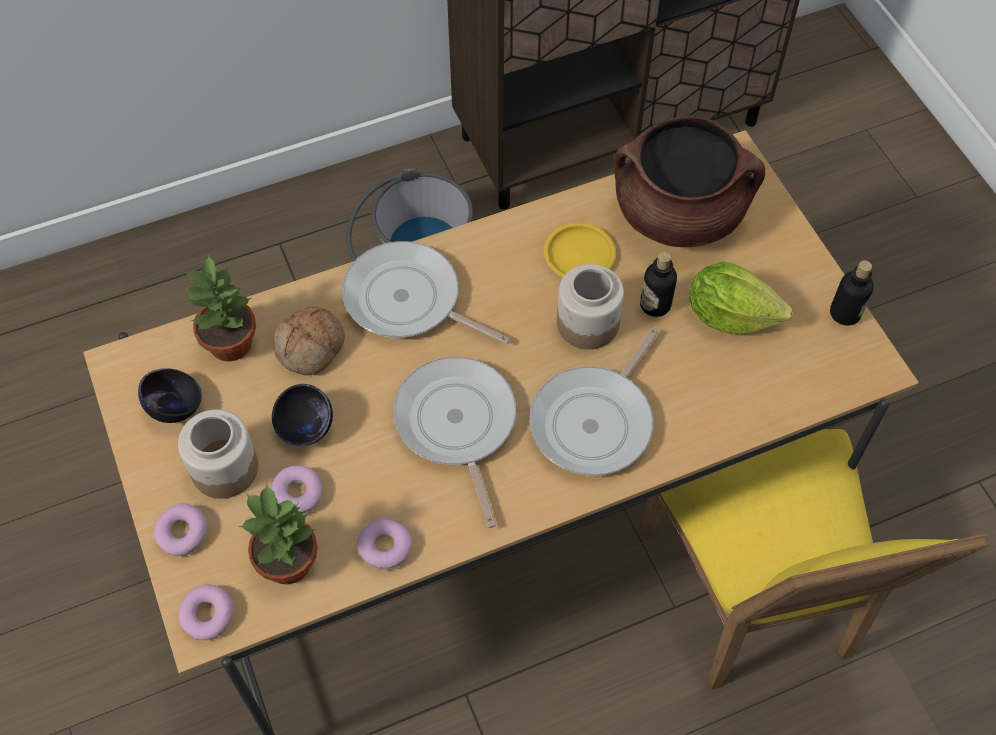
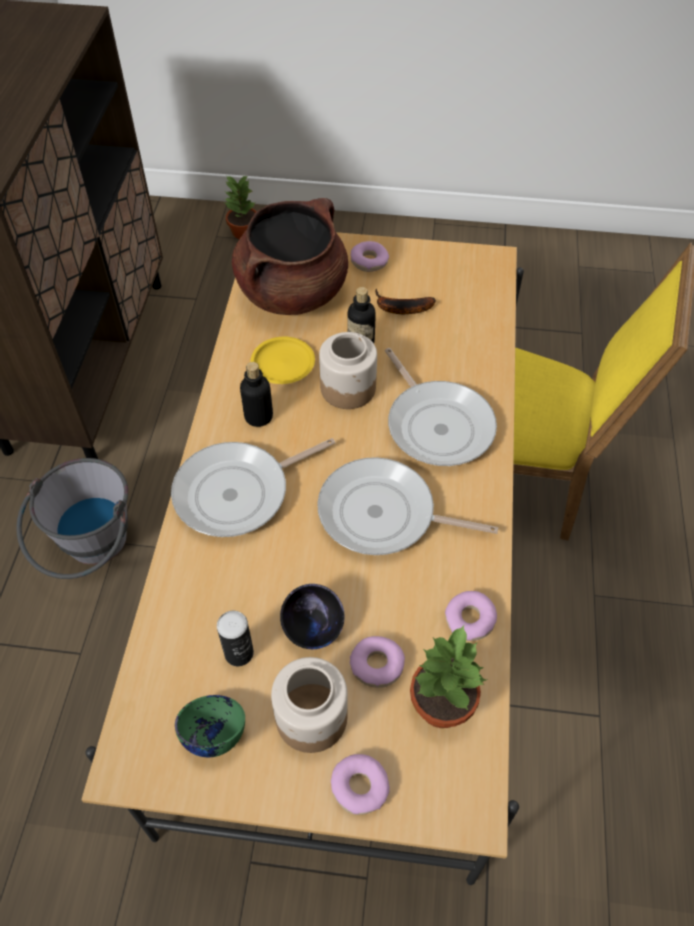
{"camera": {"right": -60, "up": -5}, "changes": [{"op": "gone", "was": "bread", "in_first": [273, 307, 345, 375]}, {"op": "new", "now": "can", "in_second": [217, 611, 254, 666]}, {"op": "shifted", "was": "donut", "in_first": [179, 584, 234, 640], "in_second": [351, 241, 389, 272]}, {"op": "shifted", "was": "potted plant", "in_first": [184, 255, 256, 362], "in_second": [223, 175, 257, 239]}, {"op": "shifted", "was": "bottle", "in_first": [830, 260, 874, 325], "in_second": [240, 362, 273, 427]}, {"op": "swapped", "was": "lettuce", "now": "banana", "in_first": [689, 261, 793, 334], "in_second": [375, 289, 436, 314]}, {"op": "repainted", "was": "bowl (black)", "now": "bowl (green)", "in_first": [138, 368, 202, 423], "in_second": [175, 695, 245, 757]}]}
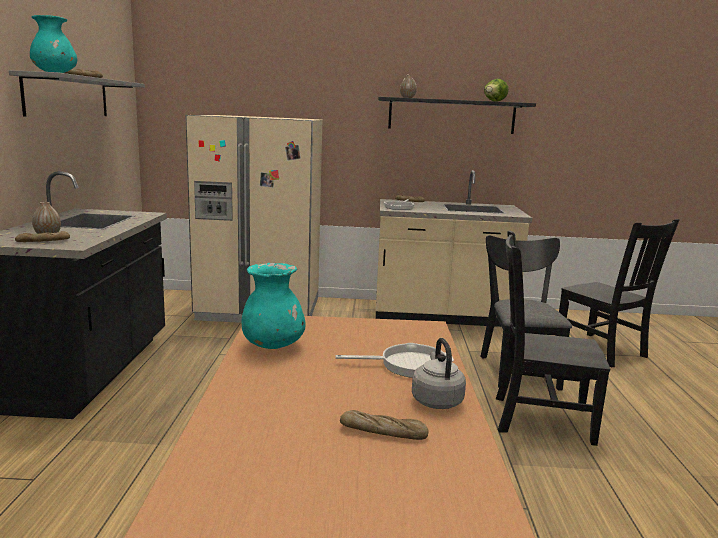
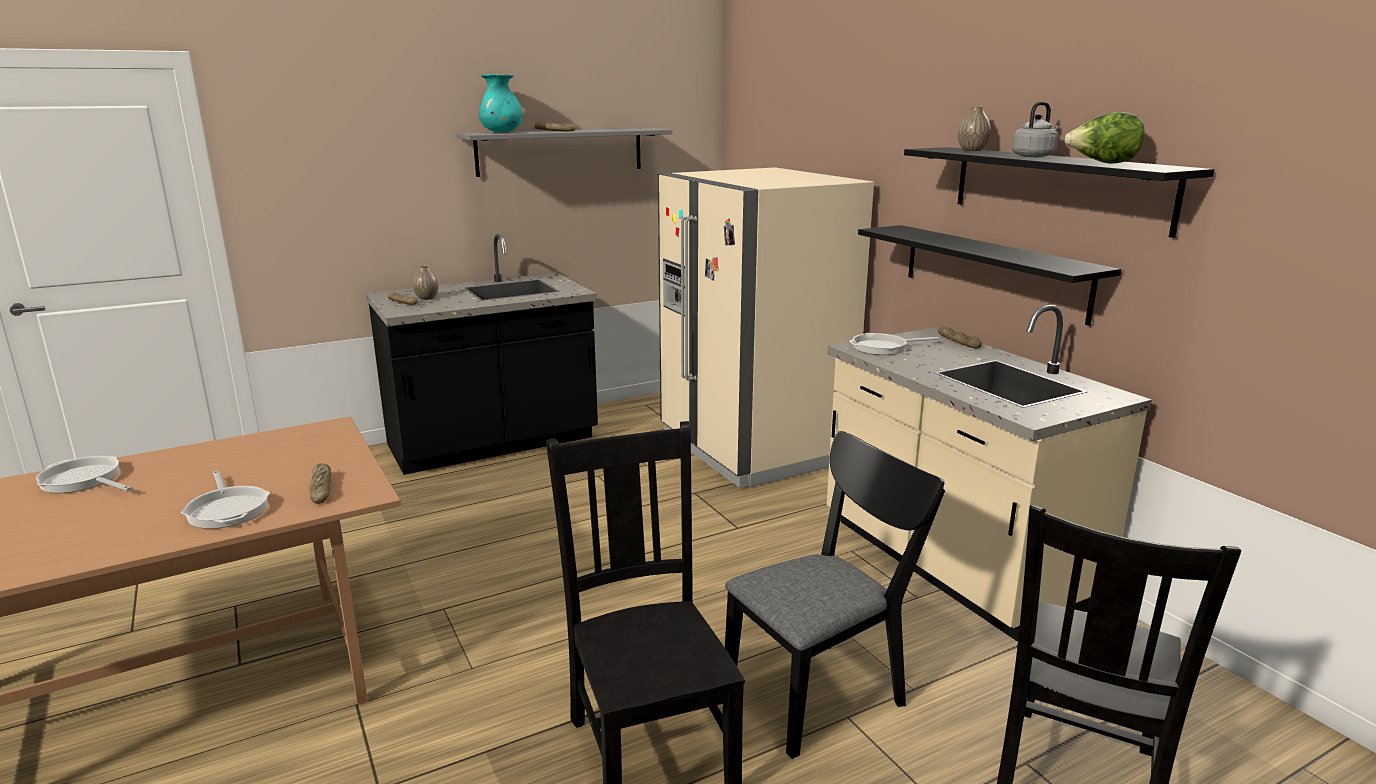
{"camera": {"right": 60, "up": 5}, "changes": [{"op": "gone", "was": "vase (turquoise)", "in_first": [242, 263, 306, 349]}, {"op": "new", "now": "frying pan", "in_second": [36, 456, 132, 493]}, {"op": "new", "now": "shelf (black)", "in_second": [858, 225, 1121, 326]}, {"op": "shifted", "was": "bread", "in_first": [340, 410, 428, 440], "in_second": [310, 463, 331, 504]}, {"op": "shifted", "was": "kettle (grey)", "in_first": [412, 338, 466, 409], "in_second": [1012, 102, 1059, 157]}]}
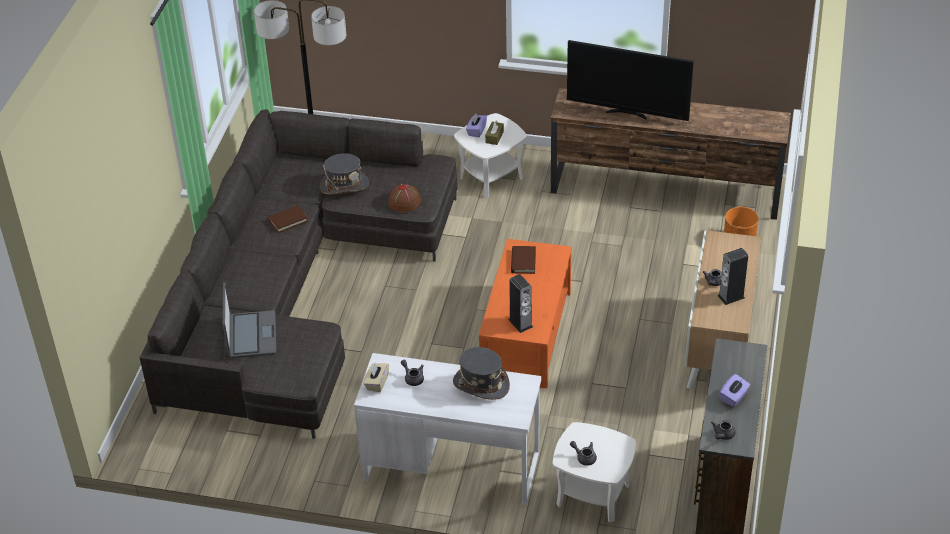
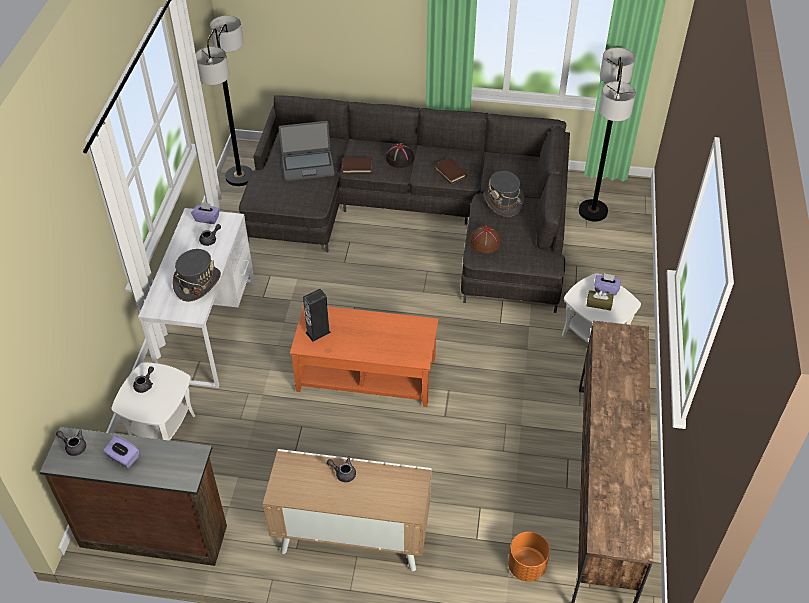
{"camera": {"right": 85, "up": 5}, "changes": [{"op": "gone", "was": "television", "in_first": [567, 40, 694, 121]}, {"op": "gone", "was": "speaker", "in_first": [718, 248, 748, 305]}, {"op": "new", "now": "floor lamp", "in_second": [196, 15, 253, 186]}, {"op": "new", "now": "hat (black)", "in_second": [386, 143, 415, 168]}, {"op": "shifted", "was": "book (brown)", "in_first": [511, 246, 536, 274], "in_second": [342, 157, 372, 174]}, {"op": "repainted", "was": "tissue box (beige)", "now": "tissue box (purple)", "in_first": [363, 363, 389, 392], "in_second": [191, 202, 220, 224]}]}
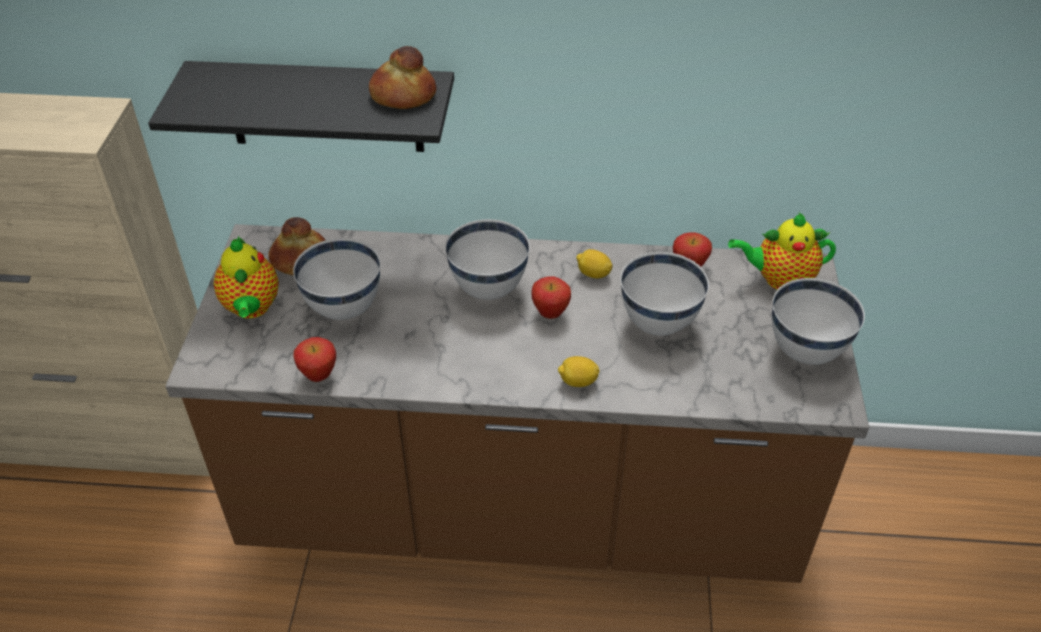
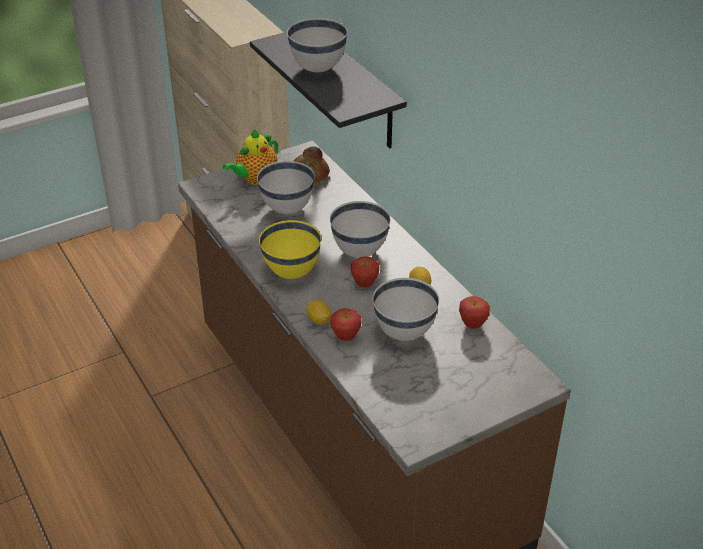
{"camera": {"right": 55, "up": -5}, "changes": [{"op": "gone", "was": "bread", "in_first": [369, 46, 437, 109]}, {"op": "gone", "was": "teapot", "in_first": [728, 213, 836, 290]}, {"op": "new", "now": "bowl (yellow)", "in_second": [259, 220, 321, 279]}, {"op": "shifted", "was": "apple", "in_first": [293, 337, 336, 382], "in_second": [330, 308, 362, 341]}, {"op": "shifted", "was": "bowl (white)", "in_first": [772, 278, 865, 365], "in_second": [287, 18, 347, 72]}]}
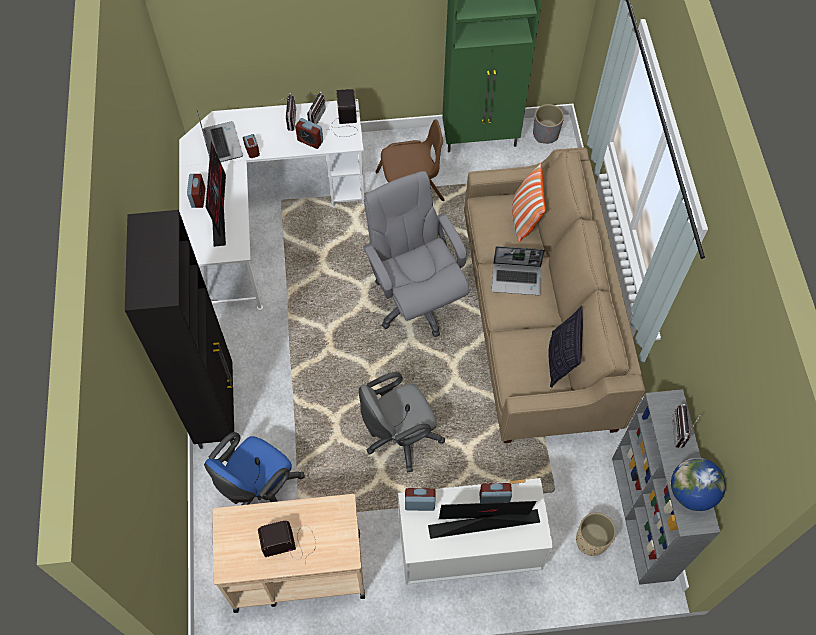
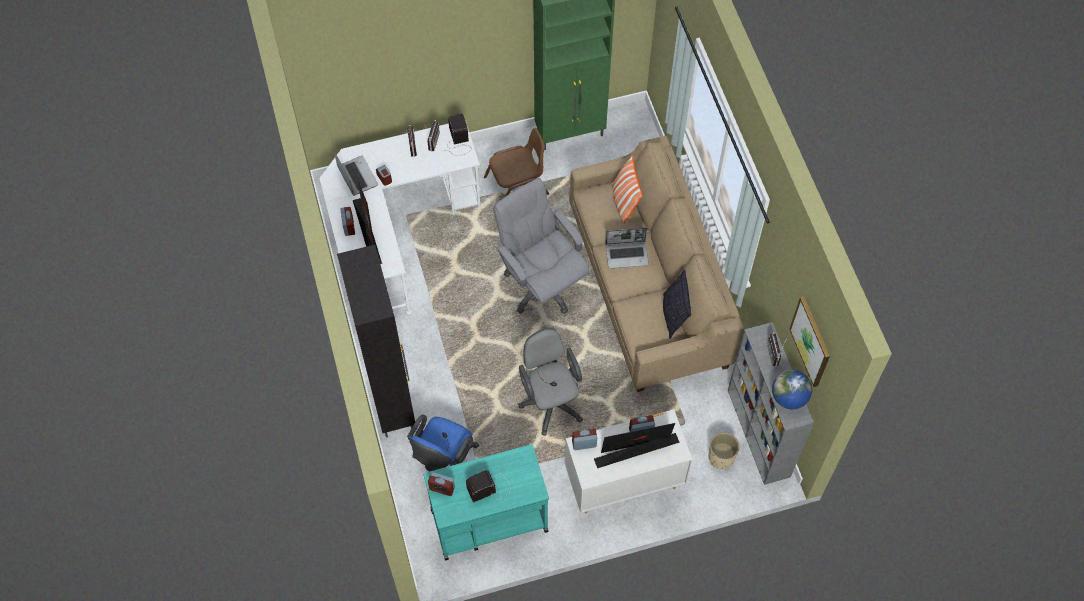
{"camera": {"right": -10, "up": 0}, "changes": [{"op": "gone", "was": "planter (grey)", "in_first": [533, 104, 564, 144]}, {"op": "new", "now": "picture", "in_second": [790, 296, 830, 387]}, {"op": "shifted", "was": "alarm clock", "in_first": [295, 118, 323, 149], "in_second": [428, 472, 455, 496]}, {"op": "repainted", "was": "cart (beige)", "now": "cart (turquoise)", "in_first": [212, 494, 365, 613], "in_second": [424, 444, 549, 560]}, {"op": "rotated", "was": "office chair (grey)", "in_first": [359, 372, 445, 472], "in_second": [519, 328, 583, 436], "clockwise": 105}]}
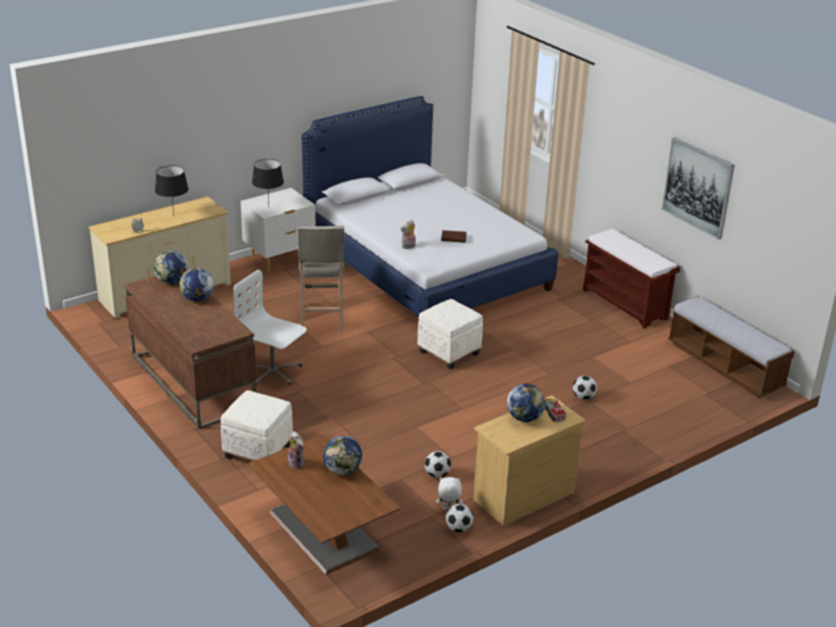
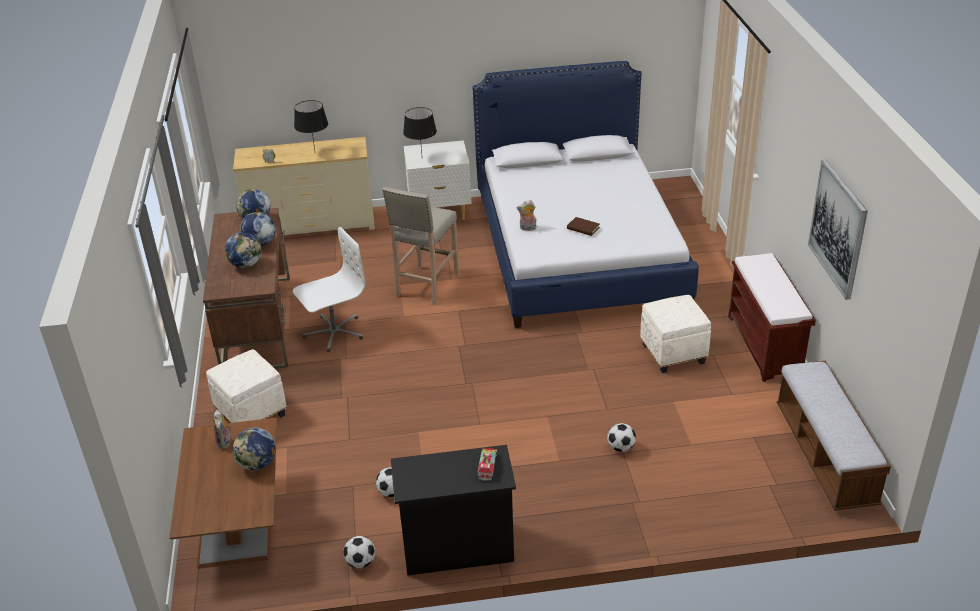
{"camera": {"right": 30, "up": 5}, "changes": [{"op": "gone", "was": "plush toy (white)", "in_first": [436, 477, 462, 510]}, {"op": "shifted", "was": "ottoman (white)", "in_first": [418, 299, 483, 370], "in_second": [640, 295, 711, 373]}, {"op": "shifted", "was": "globe", "in_first": [507, 384, 546, 422], "in_second": [225, 232, 261, 268]}, {"op": "repainted", "was": "dresser (beige)", "now": "dresser (black)", "in_first": [473, 395, 586, 526], "in_second": [391, 445, 516, 576]}, {"op": "rotated", "was": "office chair (white)", "in_first": [233, 270, 306, 386], "in_second": [293, 227, 365, 352], "clockwise": 90}]}
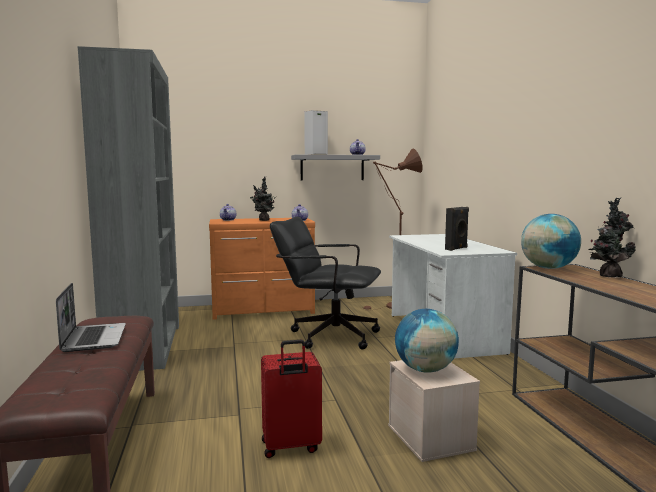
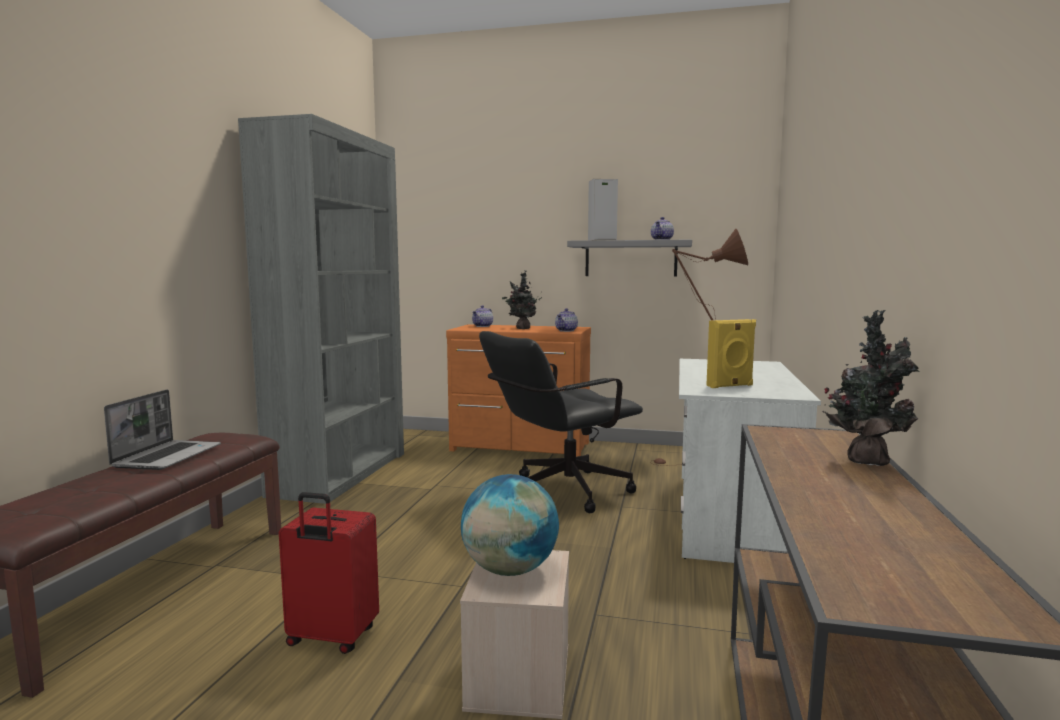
{"camera": {"right": 25, "up": 0}, "changes": [{"op": "gone", "was": "globe", "in_first": [521, 214, 581, 269]}, {"op": "repainted", "was": "speaker (black)", "now": "speaker (yellow)", "in_first": [445, 207, 469, 251], "in_second": [706, 319, 756, 388]}, {"op": "rotated", "was": "office chair (black)", "in_first": [270, 216, 381, 349], "in_second": [479, 331, 643, 513], "clockwise": -75}]}
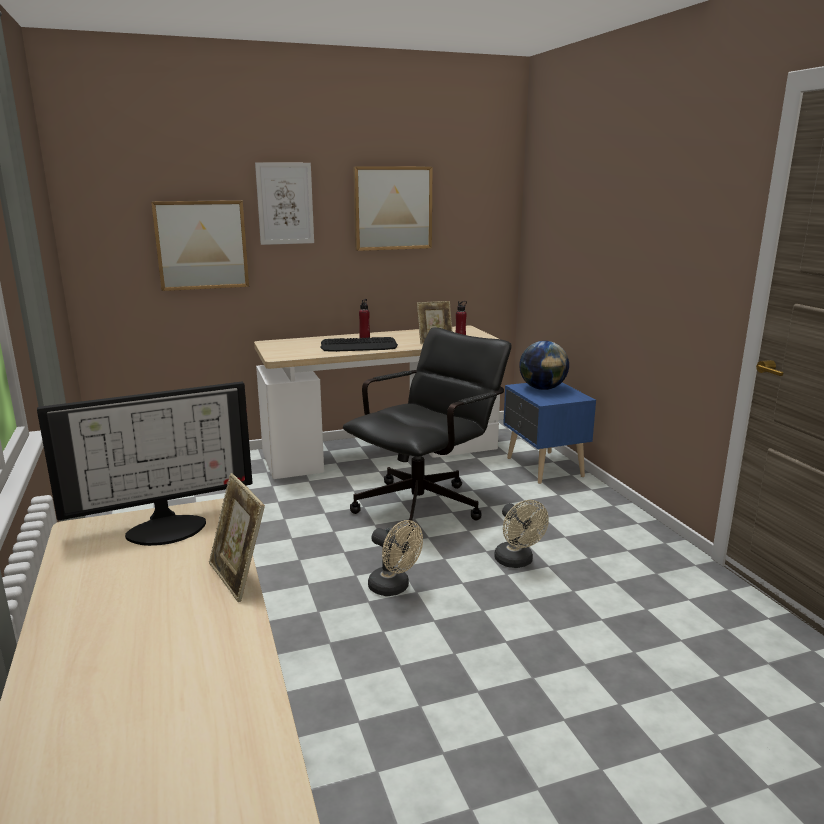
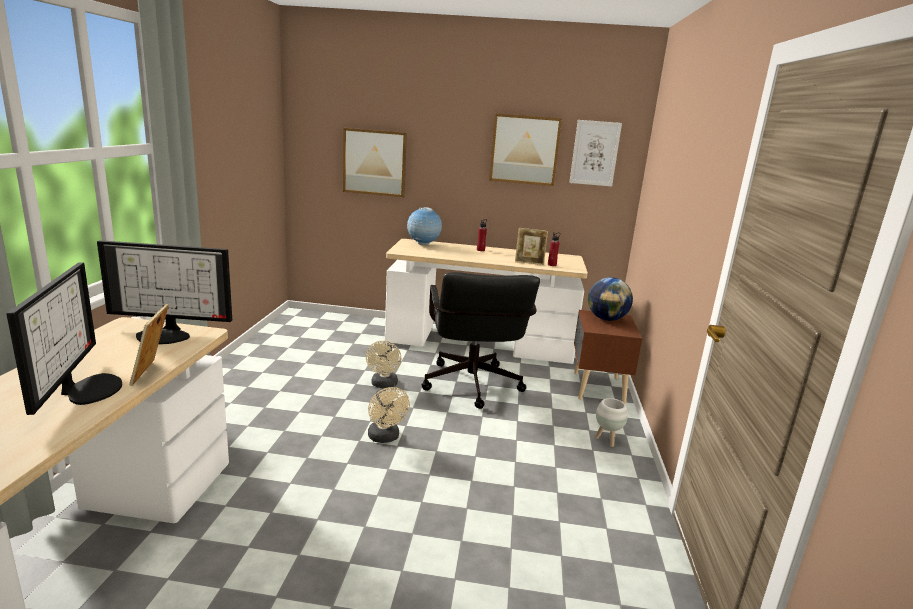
{"camera": {"right": 25, "up": 0}, "changes": [{"op": "gone", "was": "keyboard", "in_first": [320, 337, 398, 352]}, {"op": "new", "now": "monitor", "in_second": [7, 263, 122, 415]}, {"op": "new", "now": "globe", "in_second": [407, 207, 442, 245]}, {"op": "new", "now": "planter (white)", "in_second": [595, 398, 628, 447]}, {"op": "shifted", "was": "picture", "in_first": [255, 162, 314, 245], "in_second": [569, 120, 622, 187]}, {"op": "shifted", "was": "fan (beige)", "in_first": [494, 500, 549, 568], "in_second": [366, 341, 401, 388]}, {"op": "repainted", "was": "nightstand (blue)", "now": "nightstand (brown)", "in_first": [503, 383, 596, 484], "in_second": [574, 310, 642, 405]}, {"op": "rotated", "was": "office chair (black)", "in_first": [343, 327, 512, 539], "in_second": [421, 272, 540, 409], "clockwise": 105}]}
